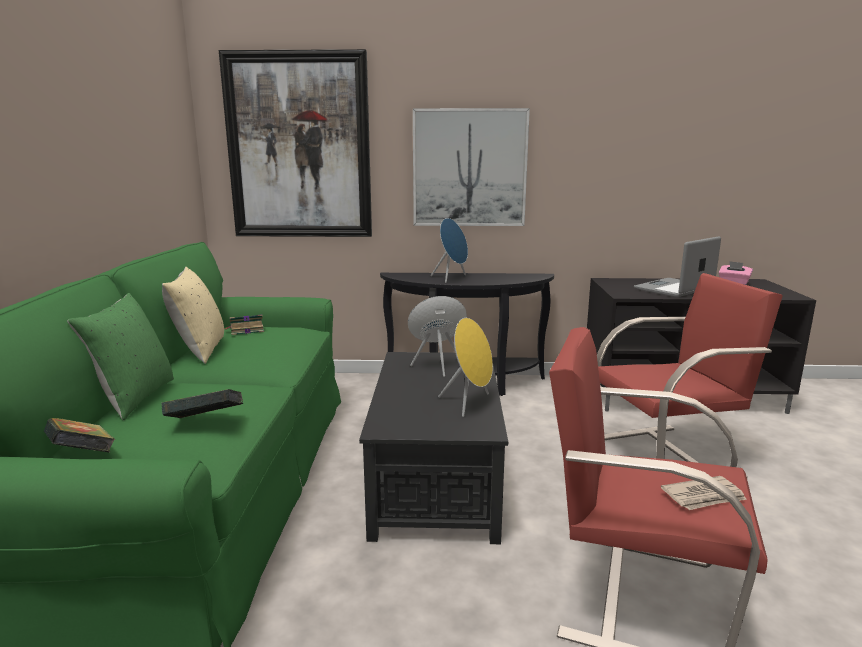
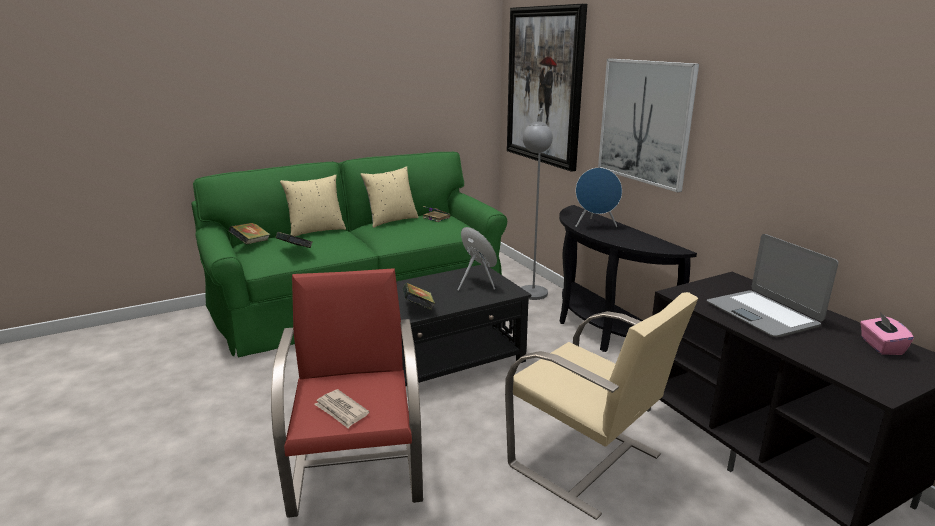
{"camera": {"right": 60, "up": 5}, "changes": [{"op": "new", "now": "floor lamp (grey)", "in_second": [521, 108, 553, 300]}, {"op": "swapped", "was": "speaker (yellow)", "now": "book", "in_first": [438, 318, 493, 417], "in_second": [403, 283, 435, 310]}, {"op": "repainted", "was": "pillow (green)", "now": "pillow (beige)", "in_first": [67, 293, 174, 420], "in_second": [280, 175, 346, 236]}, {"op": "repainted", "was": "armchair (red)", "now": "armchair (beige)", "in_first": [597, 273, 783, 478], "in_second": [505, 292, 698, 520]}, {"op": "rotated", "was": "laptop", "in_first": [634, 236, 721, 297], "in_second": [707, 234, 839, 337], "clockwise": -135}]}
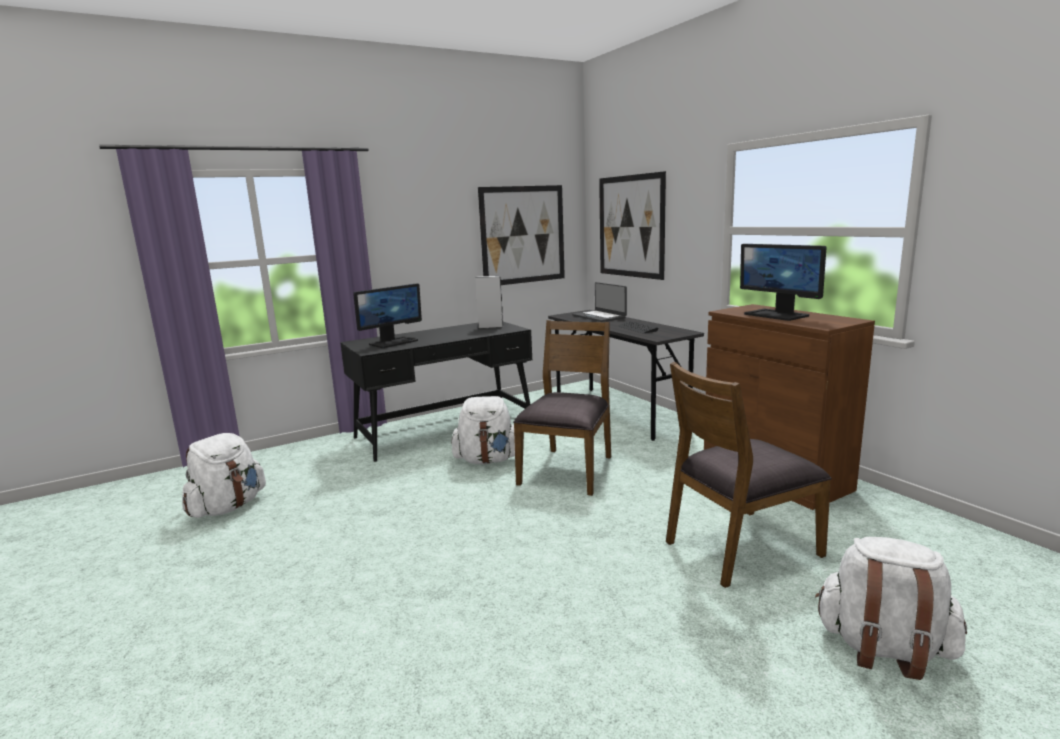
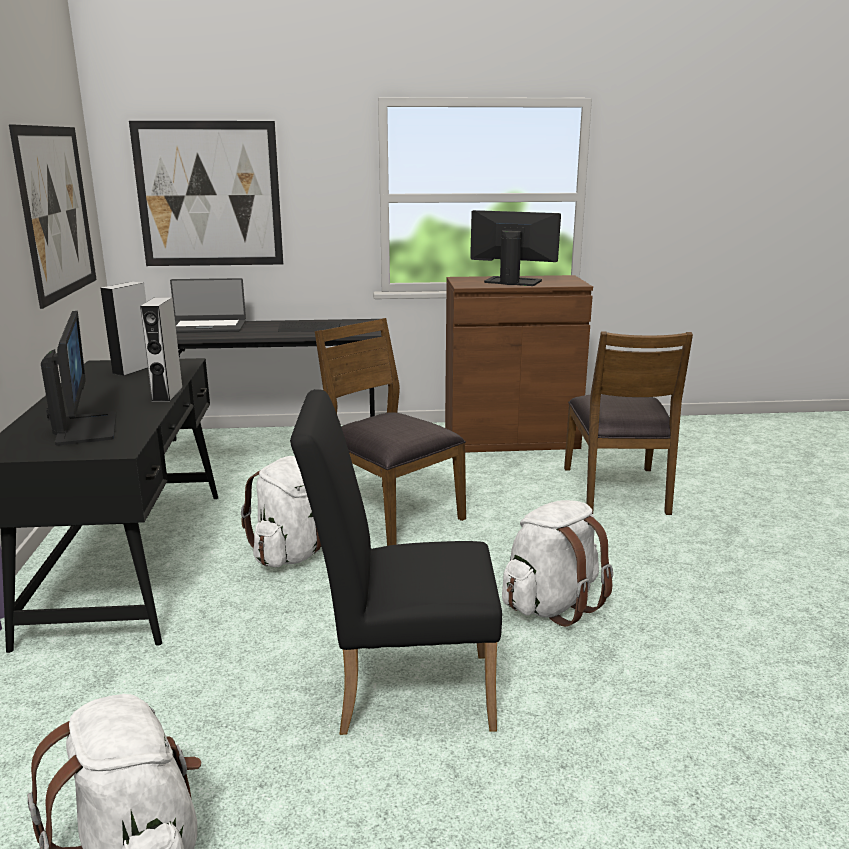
{"camera": {"right": -65, "up": 5}, "changes": [{"op": "new", "now": "speaker (grey)", "in_second": [140, 297, 182, 402]}, {"op": "new", "now": "chair (black)", "in_second": [290, 389, 502, 735]}, {"op": "shifted", "was": "backpack (white)", "in_first": [815, 537, 967, 680], "in_second": [502, 500, 613, 627]}, {"op": "rotated", "was": "monitor", "in_first": [740, 244, 827, 321], "in_second": [470, 210, 561, 286], "clockwise": -150}]}
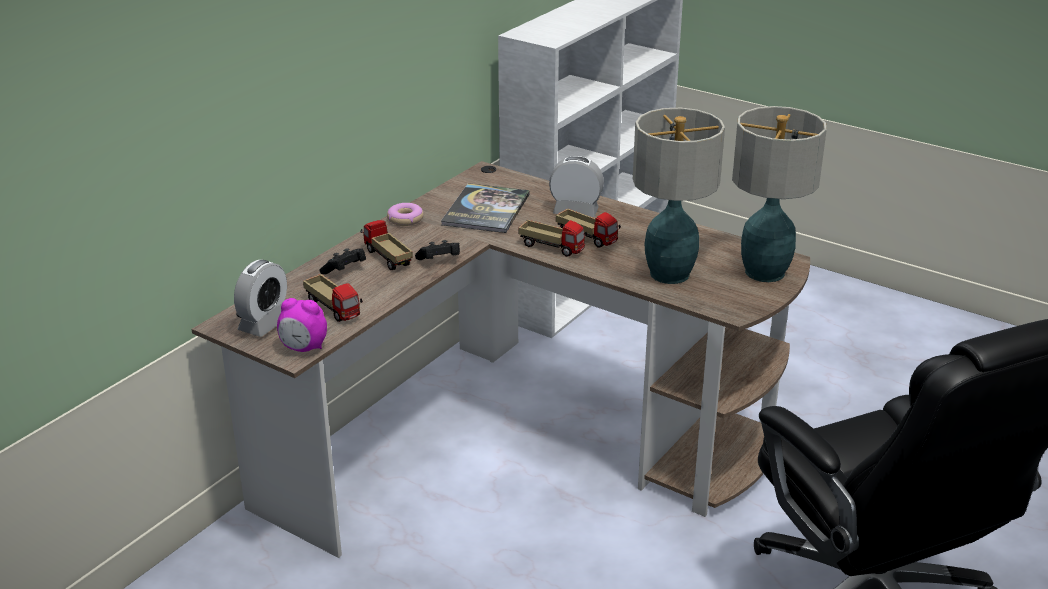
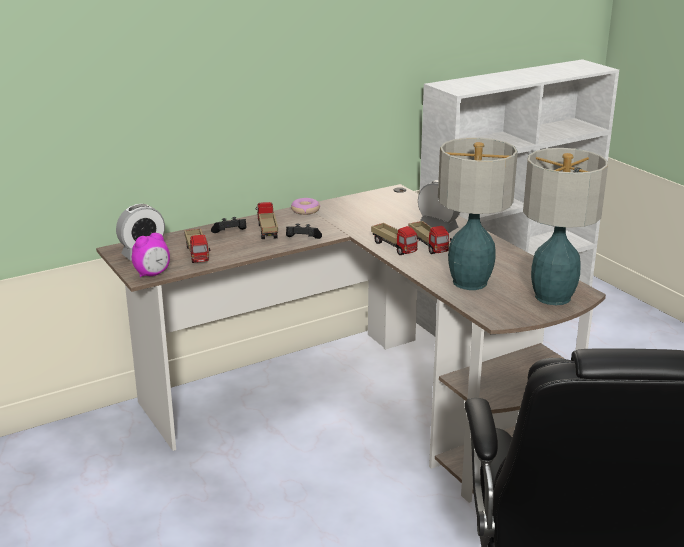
{"camera": {"right": 25, "up": -5}, "changes": [{"op": "gone", "was": "book", "in_first": [441, 183, 530, 233]}, {"op": "rotated", "was": "alarm clock", "in_first": [277, 298, 327, 352], "in_second": [132, 233, 170, 277], "clockwise": -75}]}
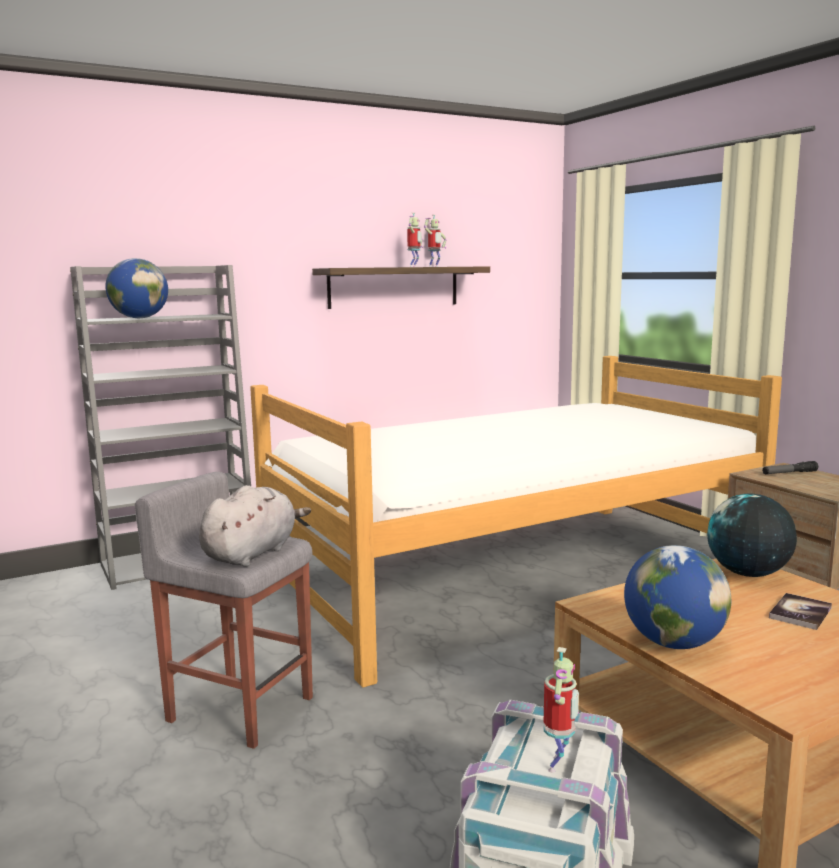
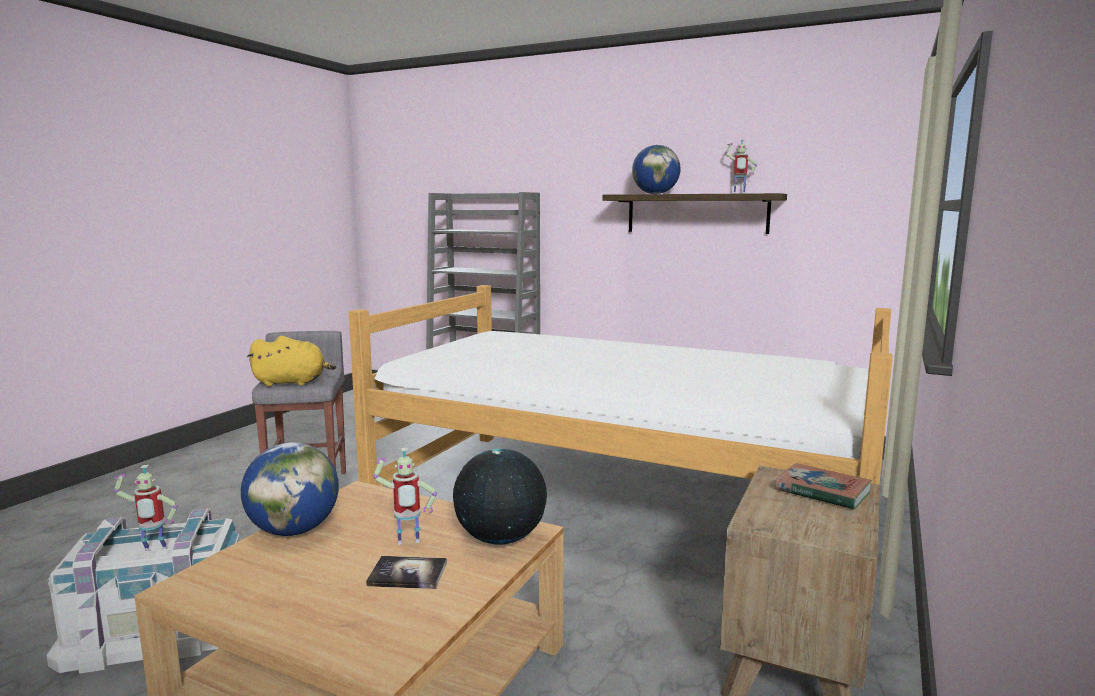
{"camera": {"right": 55, "up": 0}, "changes": [{"op": "shifted", "was": "globe", "in_first": [105, 258, 168, 318], "in_second": [632, 145, 681, 194]}, {"op": "shifted", "was": "toy robot", "in_first": [407, 213, 424, 267], "in_second": [373, 448, 437, 545]}, {"op": "swapped", "was": "flashlight", "now": "book", "in_first": [762, 461, 818, 474], "in_second": [775, 463, 872, 510]}, {"op": "repainted", "was": "plush toy (grey)", "now": "plush toy (yellow)", "in_first": [199, 485, 311, 567], "in_second": [247, 336, 336, 387]}]}
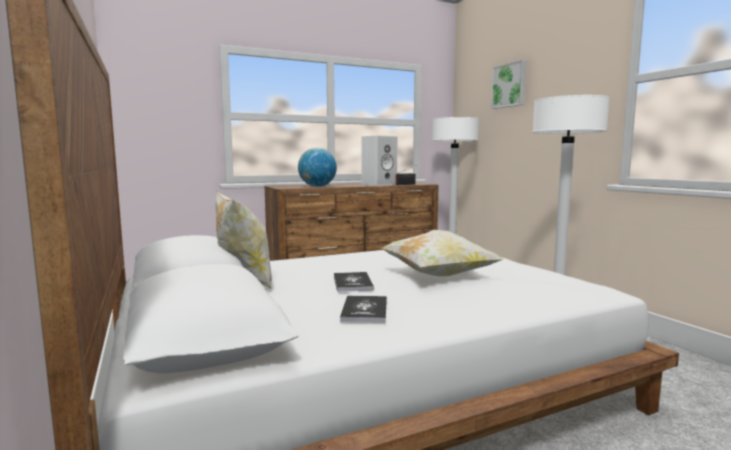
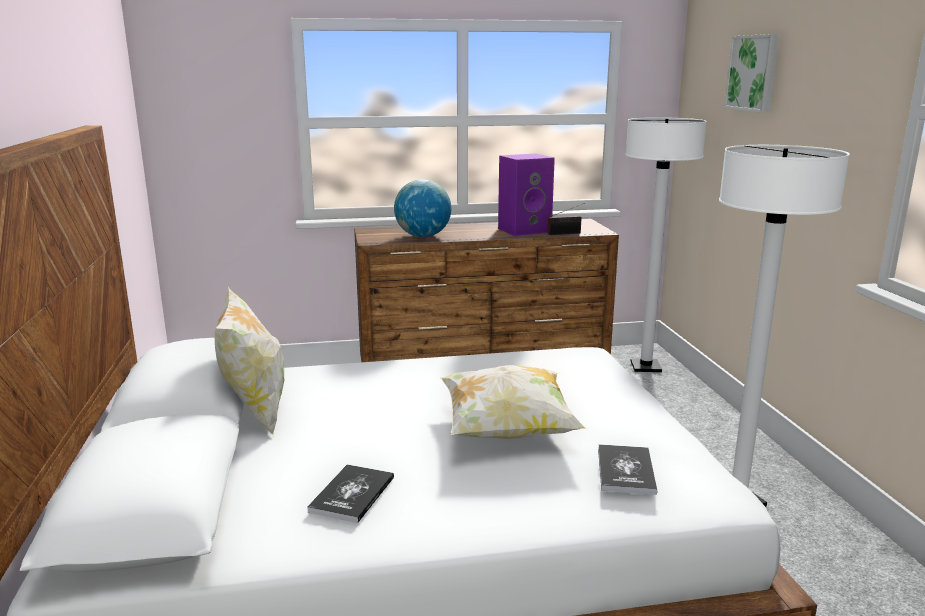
{"camera": {"right": 15, "up": 10}, "changes": [{"op": "shifted", "was": "book", "in_first": [334, 272, 374, 292], "in_second": [598, 444, 657, 495]}, {"op": "repainted", "was": "speaker (white)", "now": "speaker (purple)", "in_first": [362, 135, 398, 186], "in_second": [498, 154, 555, 236]}]}
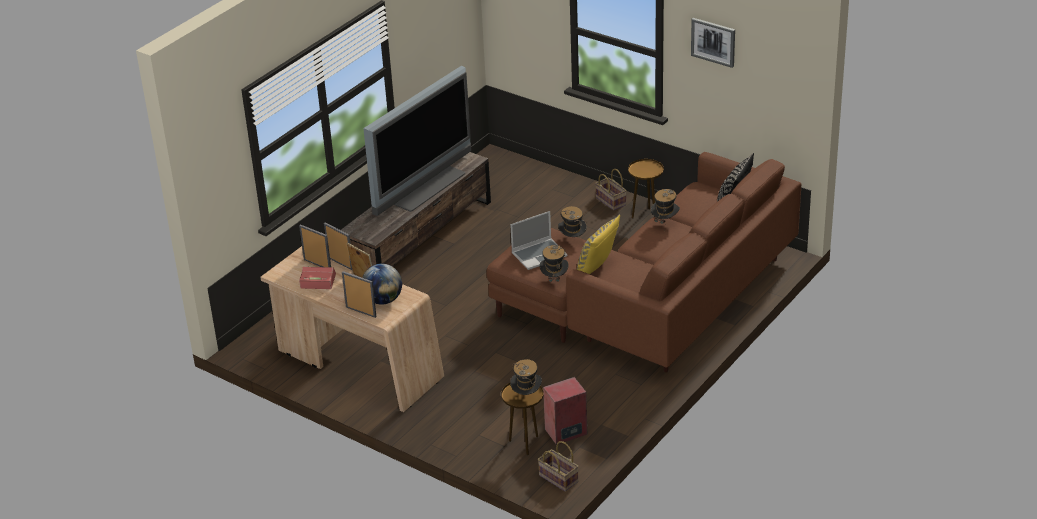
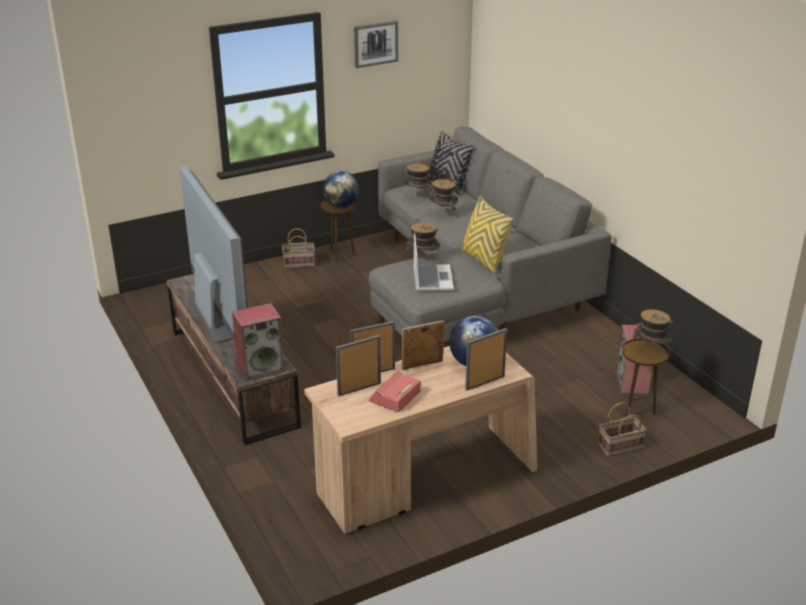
{"camera": {"right": -65, "up": -5}, "changes": [{"op": "new", "now": "speaker", "in_second": [232, 303, 285, 382]}, {"op": "new", "now": "globe", "in_second": [323, 171, 359, 208]}, {"op": "shifted", "was": "basket", "in_first": [538, 441, 579, 492], "in_second": [597, 402, 647, 457]}, {"op": "shifted", "was": "hat", "in_first": [540, 245, 568, 282], "in_second": [403, 160, 433, 193]}, {"op": "repainted", "was": "sofa (brown)", "now": "sofa (grey)", "in_first": [486, 152, 801, 373], "in_second": [369, 127, 612, 342]}]}
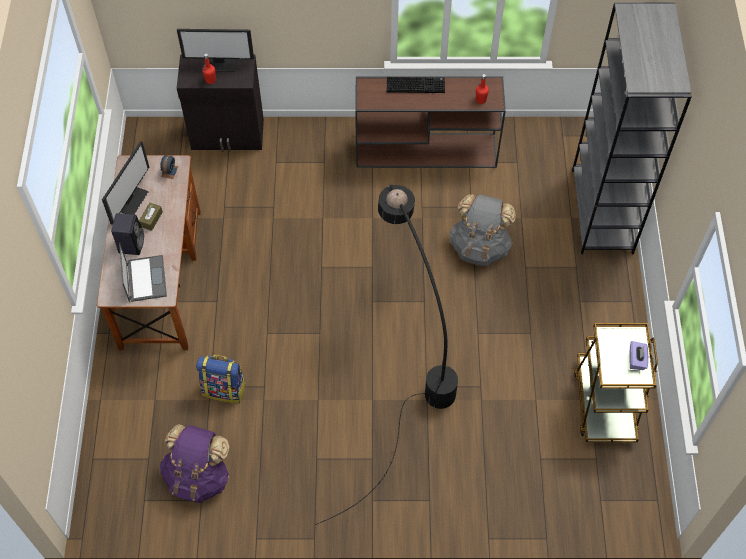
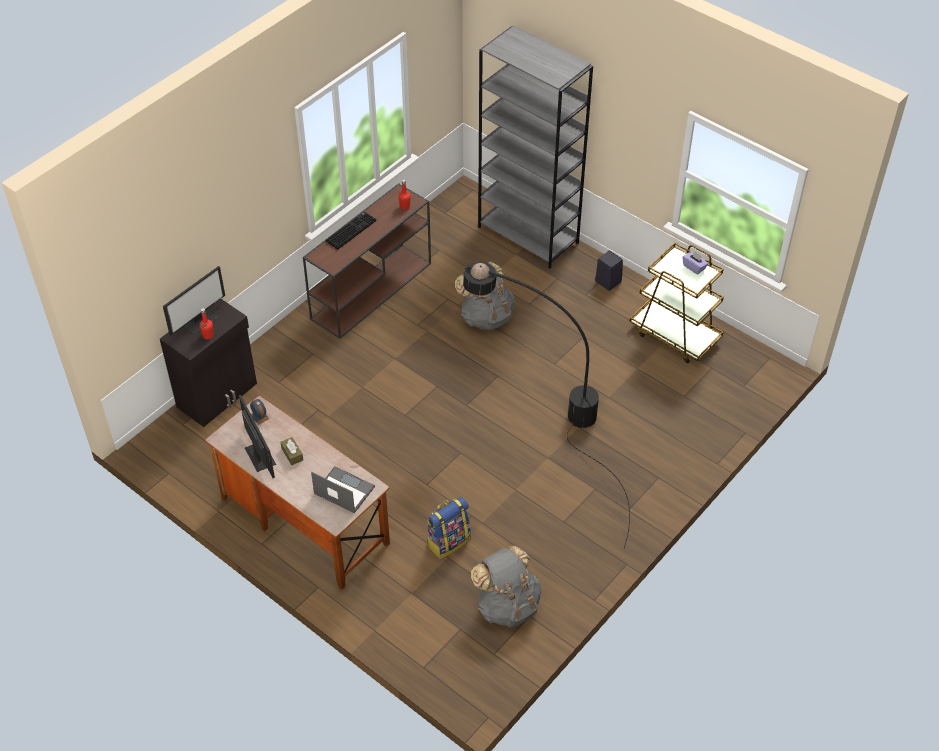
{"camera": {"right": -50, "up": -10}, "changes": [{"op": "shifted", "was": "speaker (black)", "in_first": [111, 213, 144, 255], "in_second": [595, 251, 623, 291]}, {"op": "repainted", "was": "backpack (purple)", "now": "backpack (grey)", "in_first": [160, 424, 229, 503], "in_second": [471, 545, 542, 627]}]}
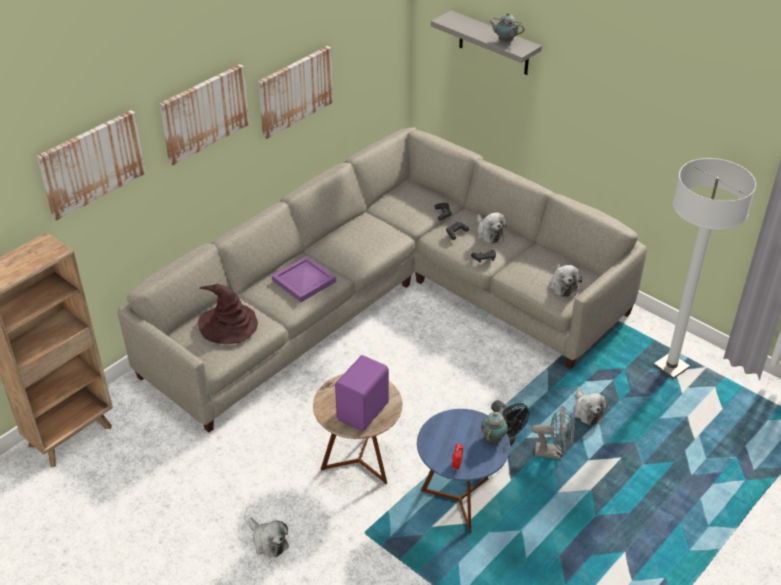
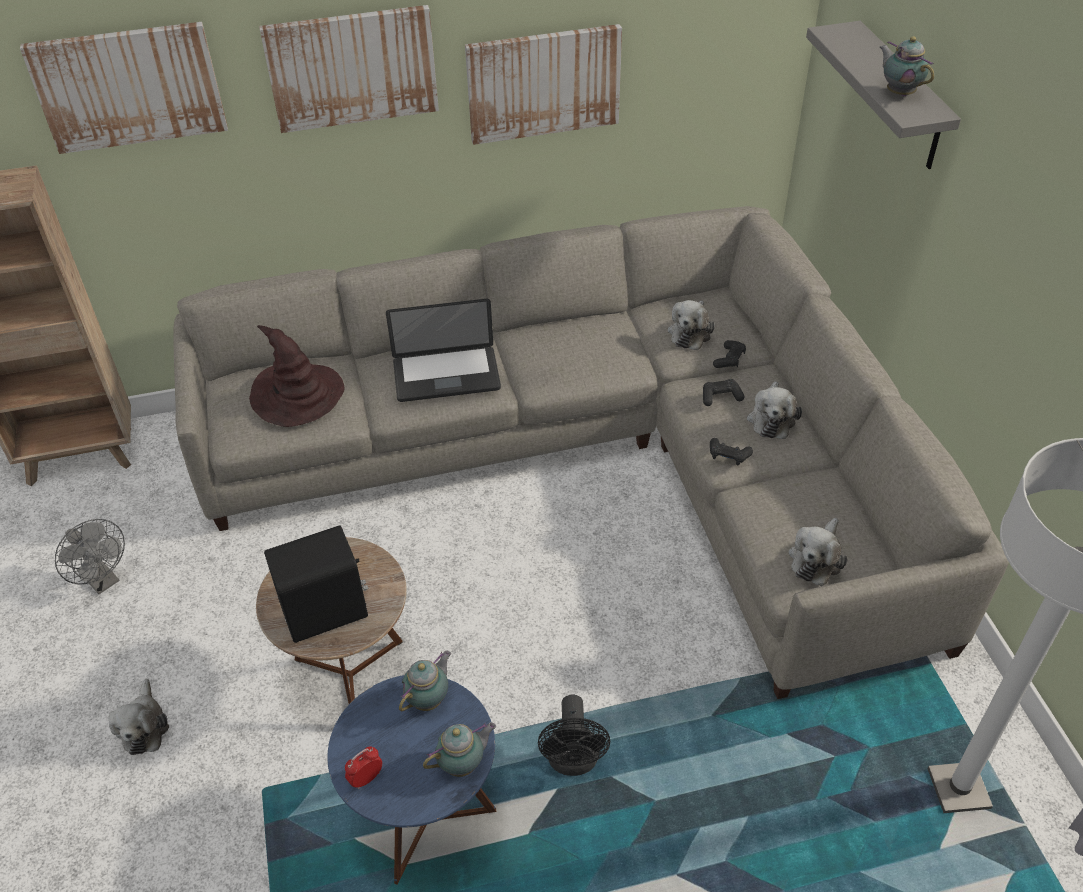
{"camera": {"right": 35, "up": 5}, "changes": [{"op": "new", "now": "teapot", "in_second": [399, 651, 451, 711]}, {"op": "shifted", "was": "fan (grey)", "in_first": [531, 406, 574, 460], "in_second": [55, 519, 125, 594]}, {"op": "shifted", "was": "plush toy", "in_first": [574, 387, 608, 425], "in_second": [668, 300, 715, 350]}, {"op": "swapped", "was": "tray (purple)", "now": "laptop", "in_first": [272, 256, 336, 302], "in_second": [386, 299, 501, 402]}, {"op": "repainted", "was": "speaker (purple)", "now": "speaker (black)", "in_first": [335, 355, 389, 431], "in_second": [264, 525, 369, 643]}]}
